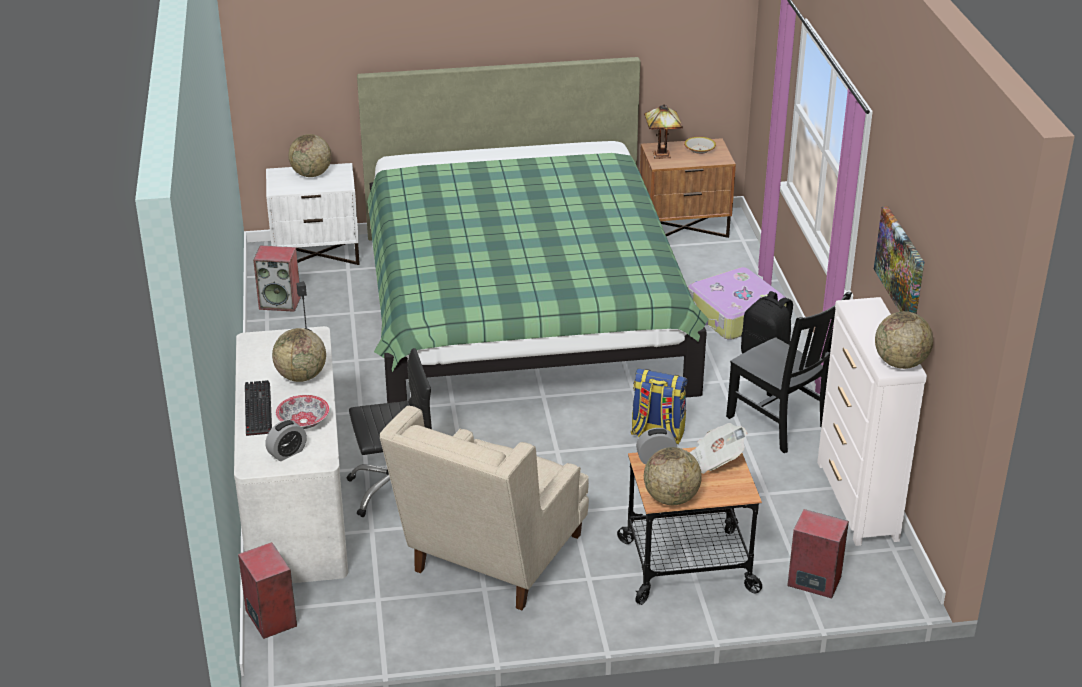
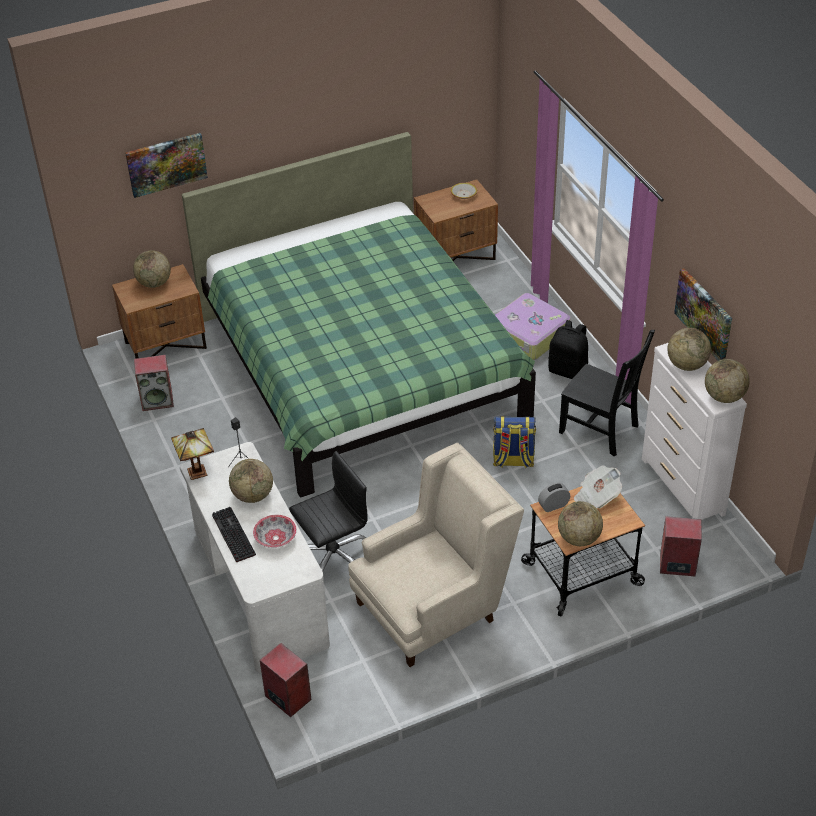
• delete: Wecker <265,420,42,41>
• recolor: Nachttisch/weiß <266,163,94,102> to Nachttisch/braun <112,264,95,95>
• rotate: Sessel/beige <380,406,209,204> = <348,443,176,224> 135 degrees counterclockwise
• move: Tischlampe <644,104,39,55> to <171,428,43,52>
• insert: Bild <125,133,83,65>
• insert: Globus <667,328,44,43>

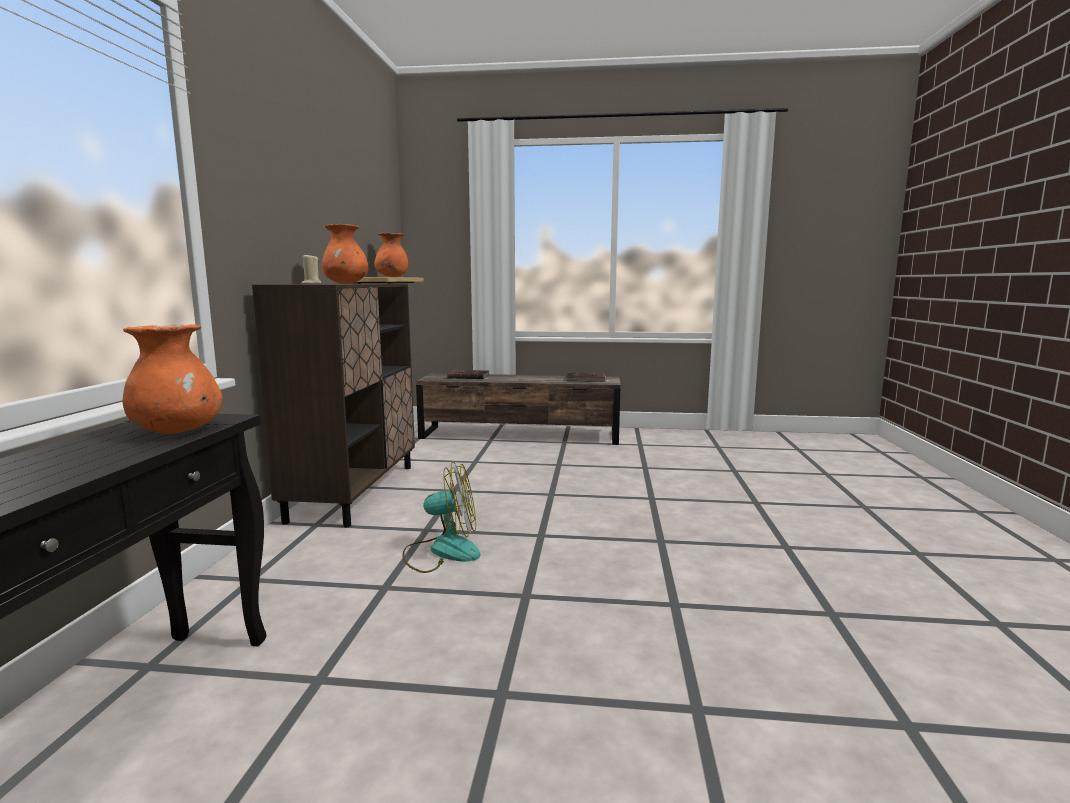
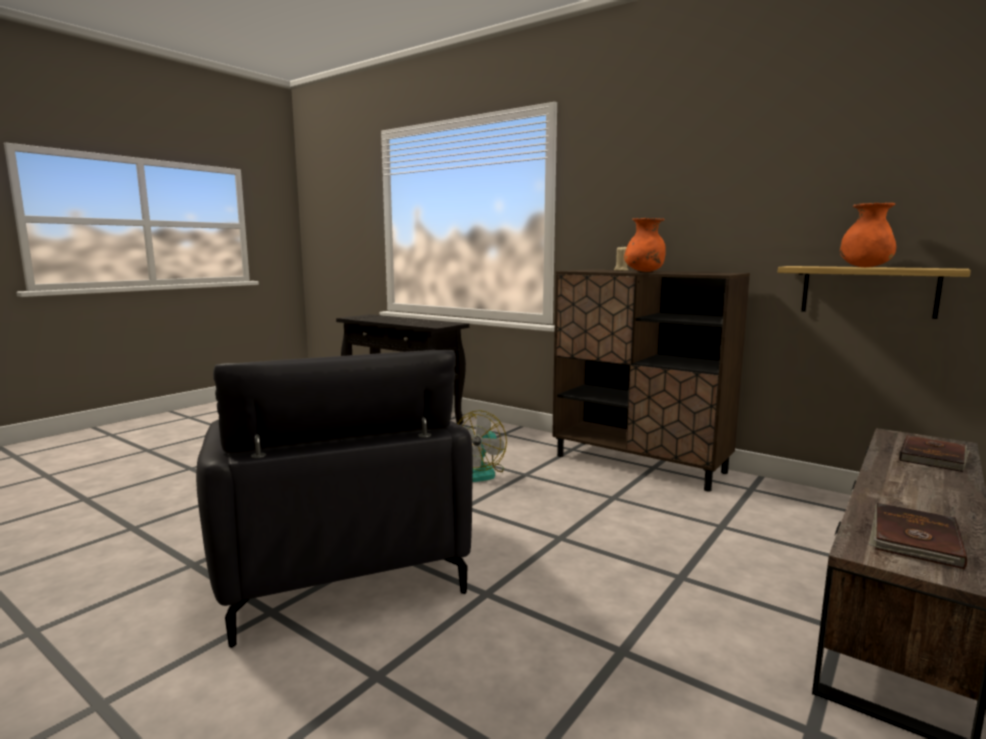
• delete: Vase/orange <123,324,100,110>
• insert: Sessel/schwarz <196,350,277,298>

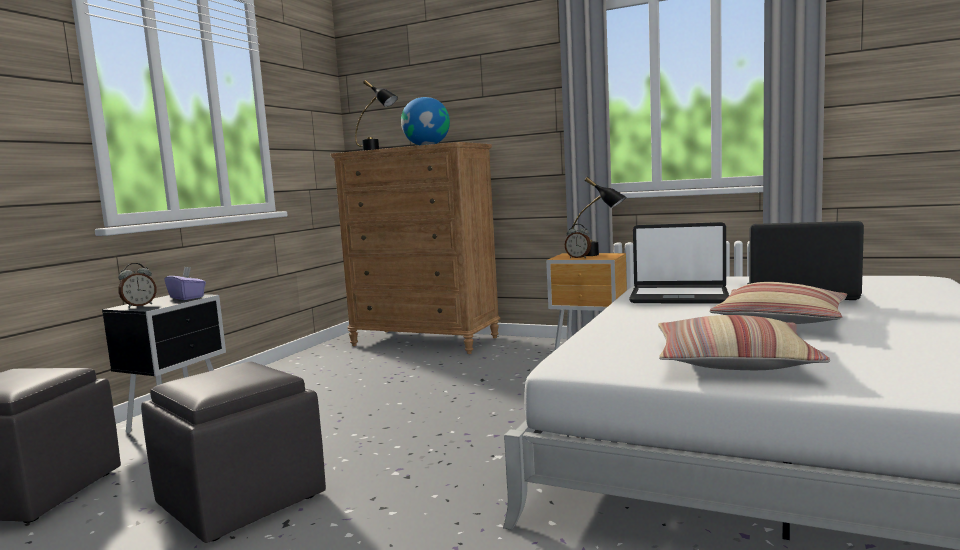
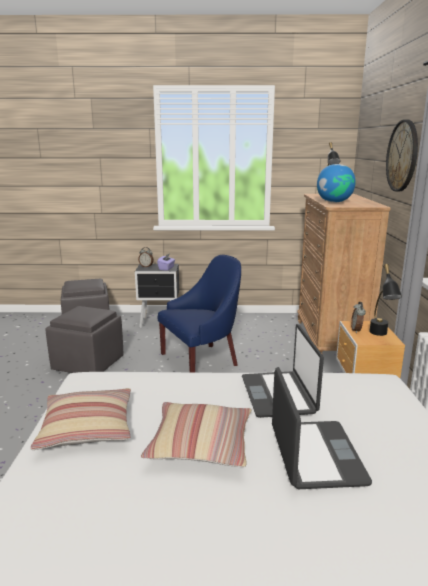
• insert: Sessel/blau <158,255,83,118>
• insert: Wanduhr <386,120,32,71>

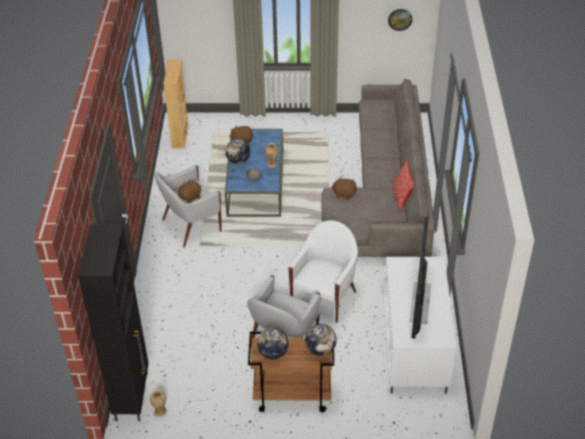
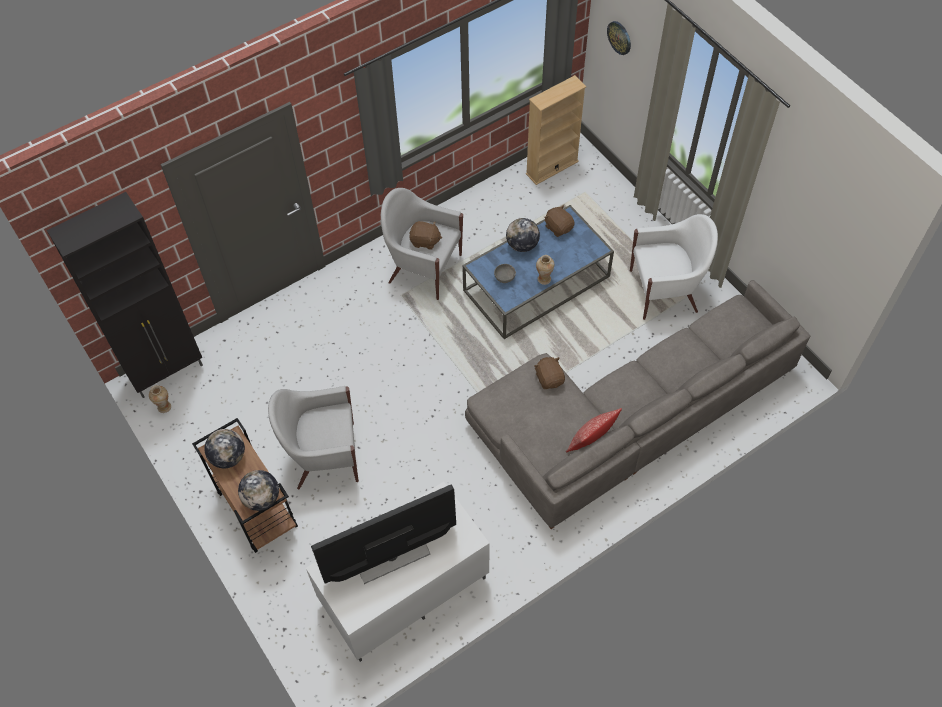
• move: Sessel/weiß <288,220,70,103> to <630,214,88,106>
• move: Wanduhr <388,9,24,22> to <607,21,24,34>

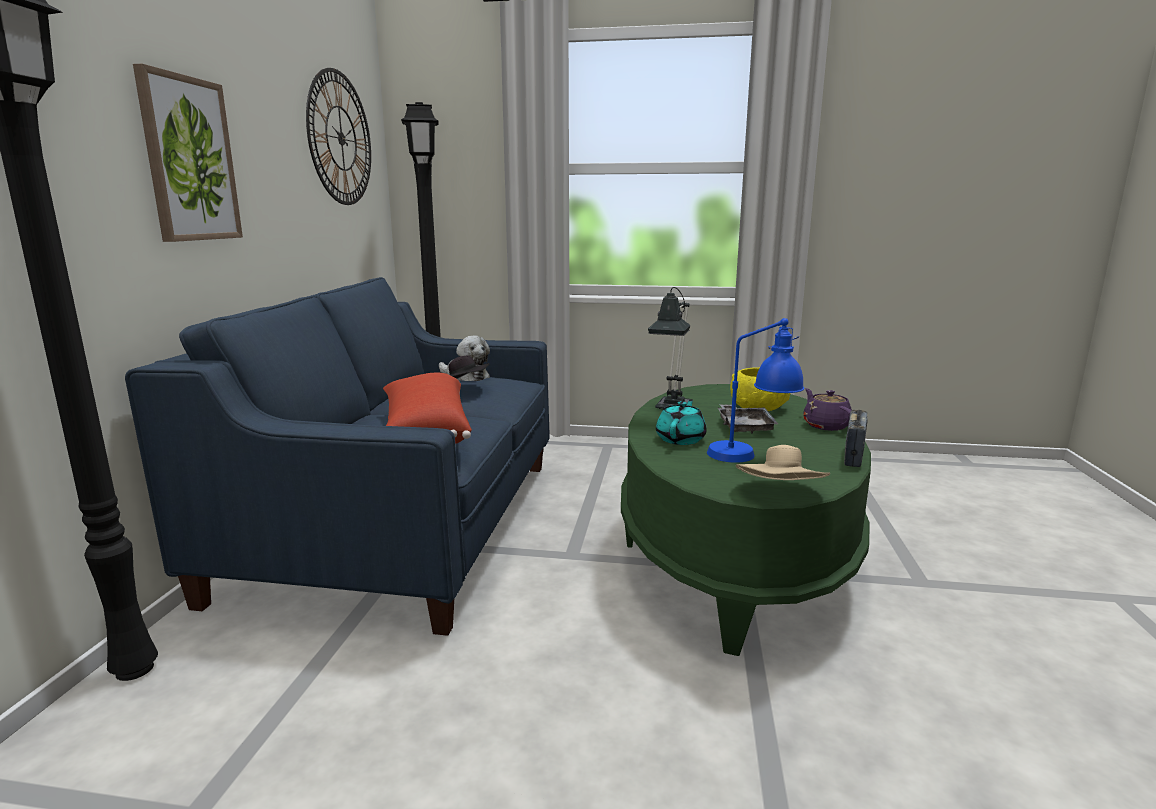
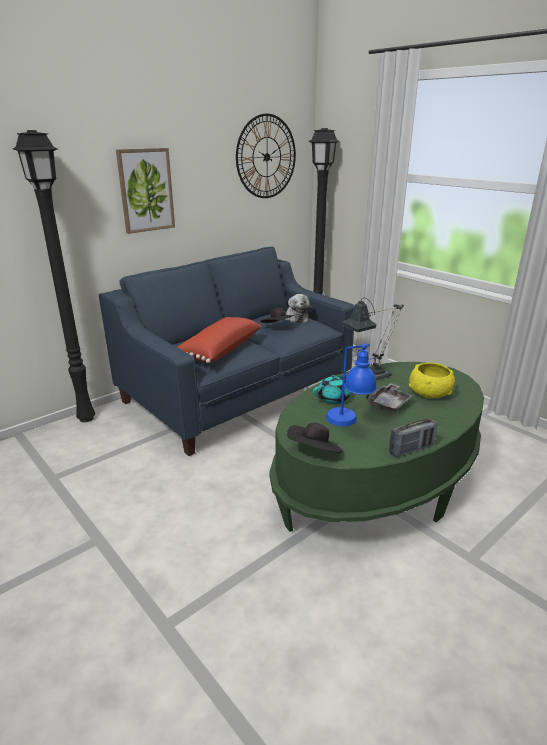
• recolor: Hut/beige <736,445,94,35> to Hut/schwarz <287,423,55,30>
• delete: Teekanne/lila <803,388,49,43>

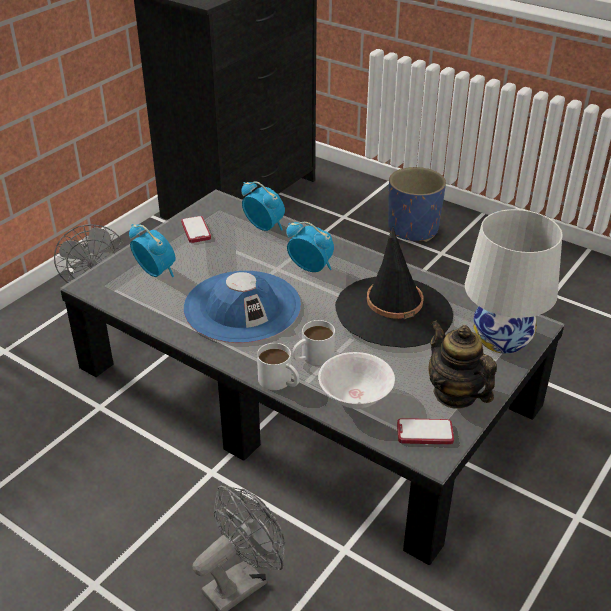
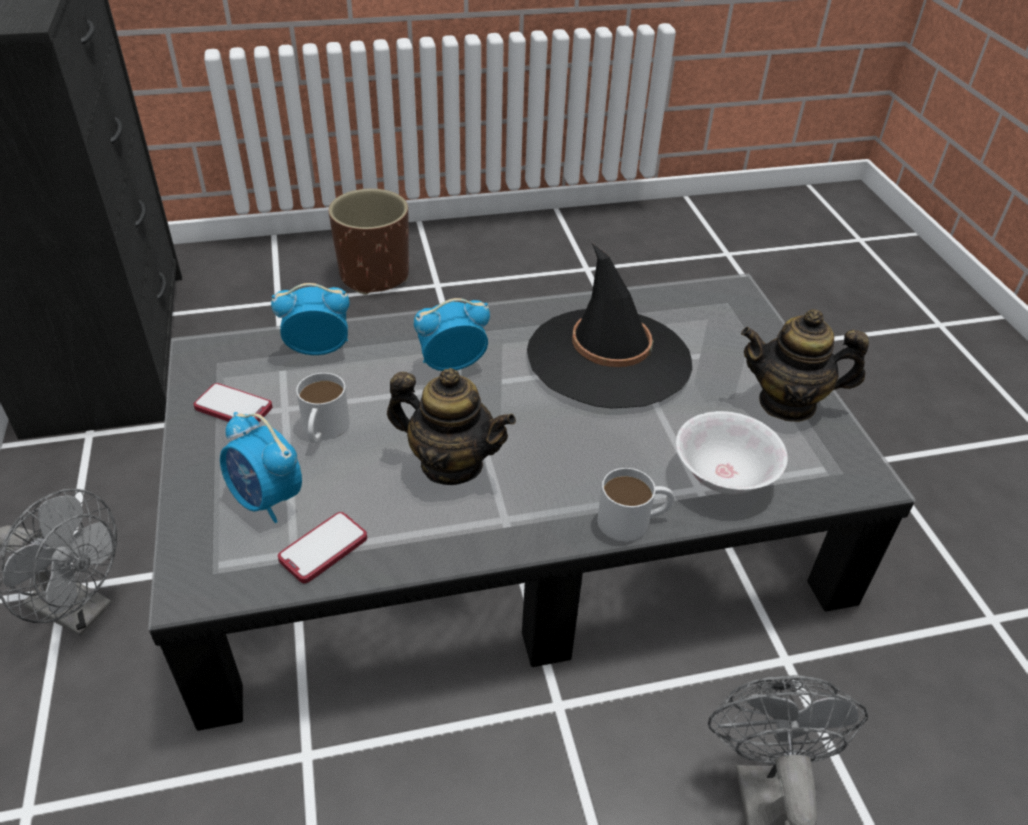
• rotate: Wecker <129,224,47,53> = <220,412,82,111> 135 degrees counterclockwise
• replace: Hut/blau <184,271,117,72> to Teekanne <387,368,129,117>
• move: Henkelbecher/weiß <292,320,43,46> to <296,373,54,70>
• recolor: Pflanzkübel/blau <388,167,58,75> to Pflanzkübel/braun <329,189,80,106>
• move: Handy <397,418,57,26> to <278,512,89,71>
• delete: Tischlampe/weiß <465,209,98,145>

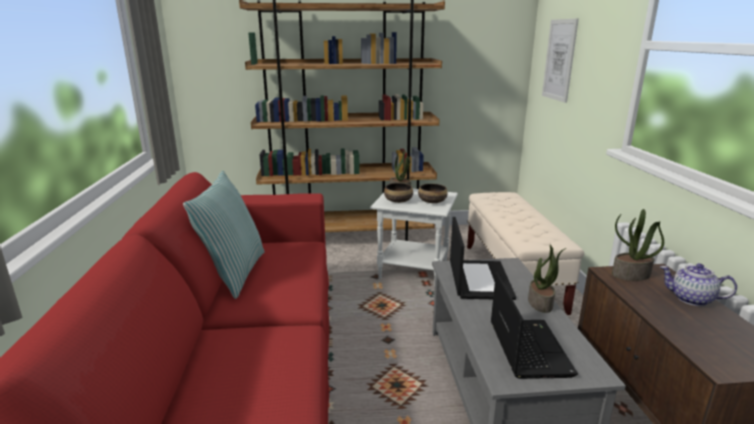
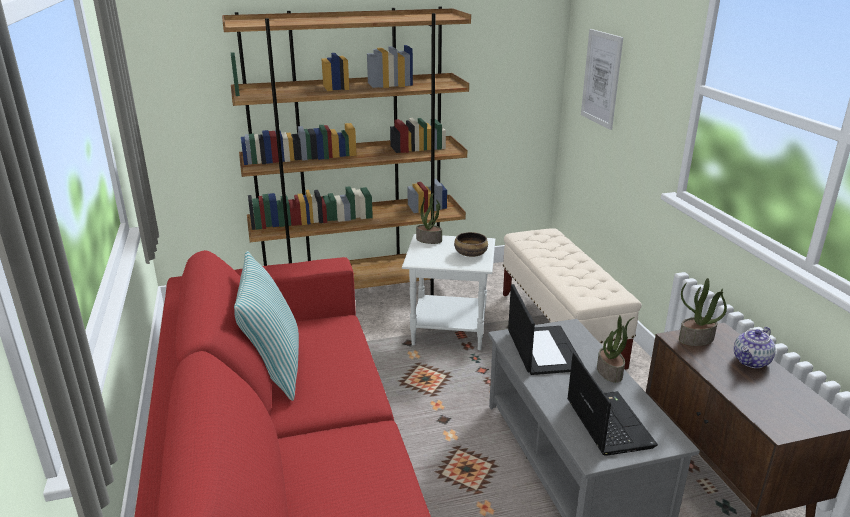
• delete: Schüssel <384,183,29,20>
• rotate: Teekanne <660,263,77,43> = <734,327,42,41> 60 degrees counterclockwise

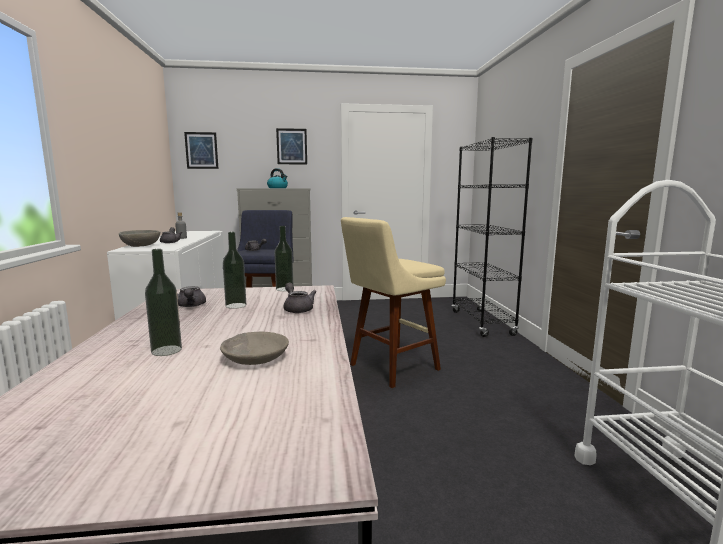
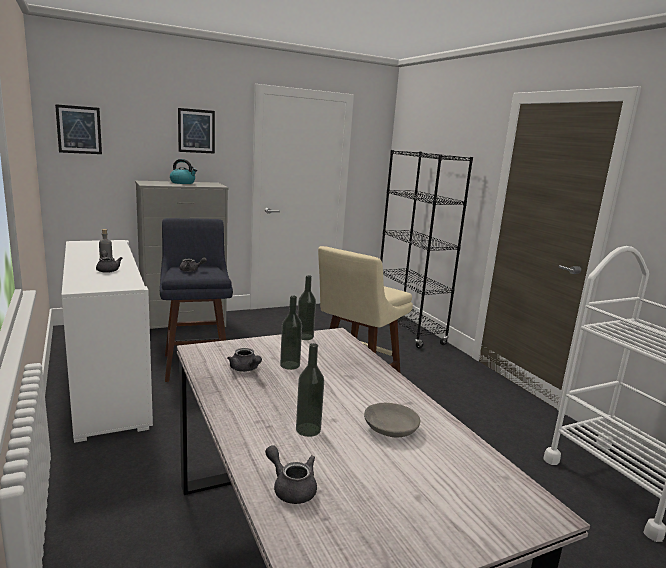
• delete: Schüssel/grau <119,230,41,17>
• move: Teekanne/grau <283,283,33,30> to <265,445,52,59>

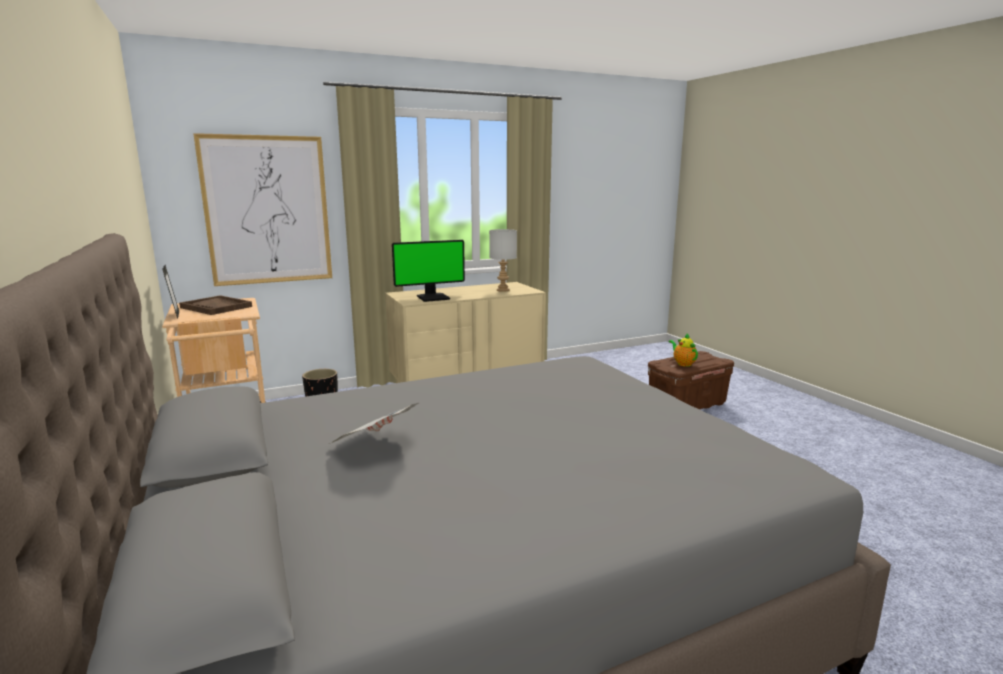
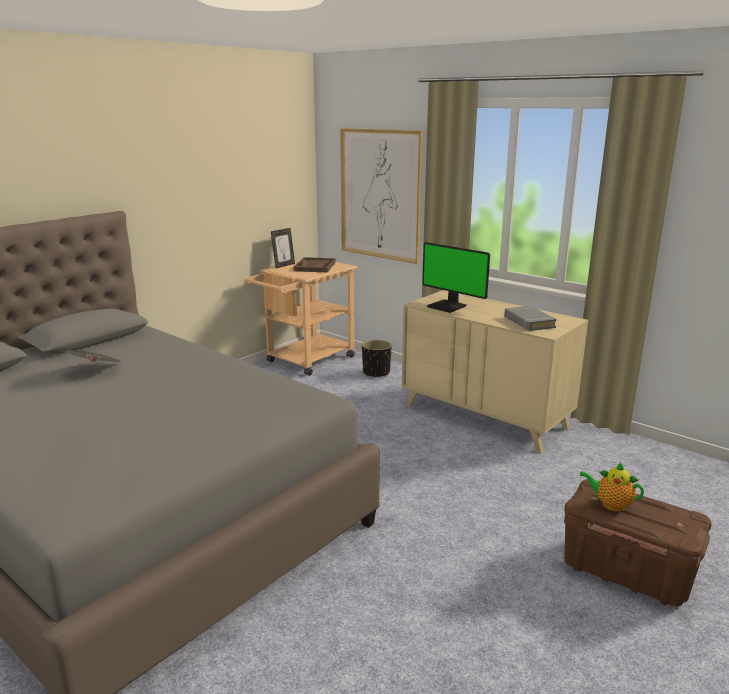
• replace: Tischlampe/grau <489,229,28,63> to Buch/grau <504,306,53,25>
• rotate: Teekanne <669,334,29,33> = <580,463,64,49> 105 degrees counterclockwise

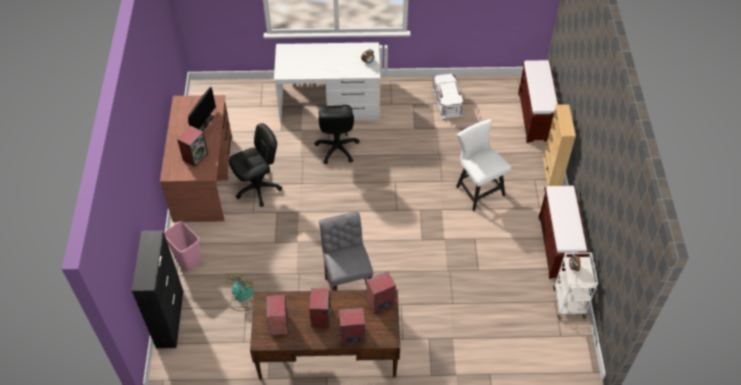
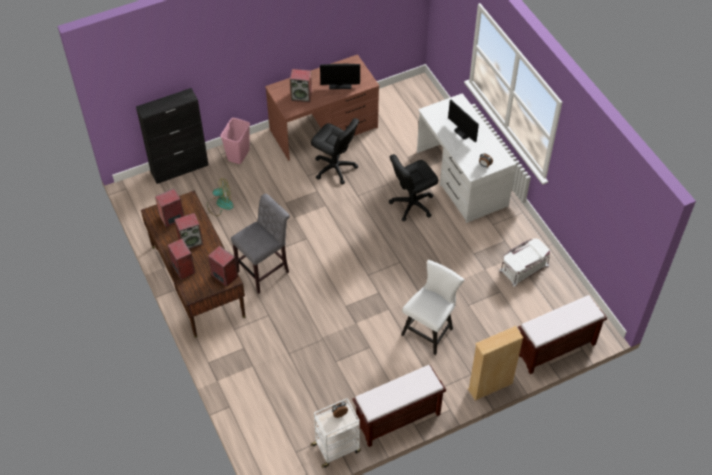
• insert: Monitor <448,100,31,42>

